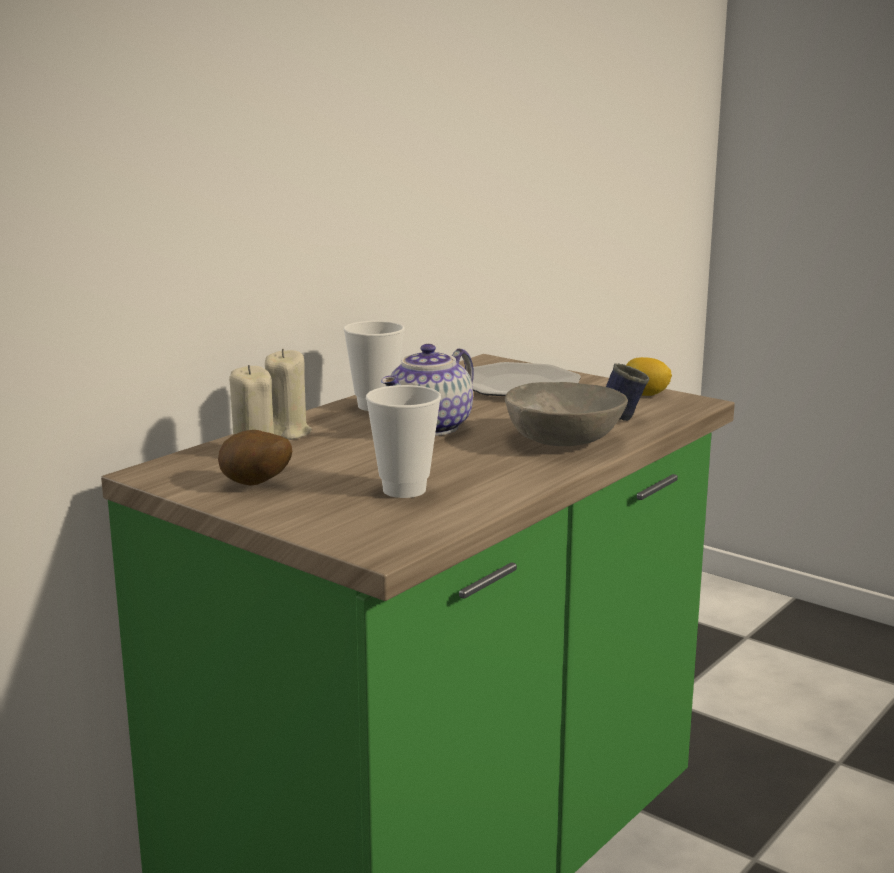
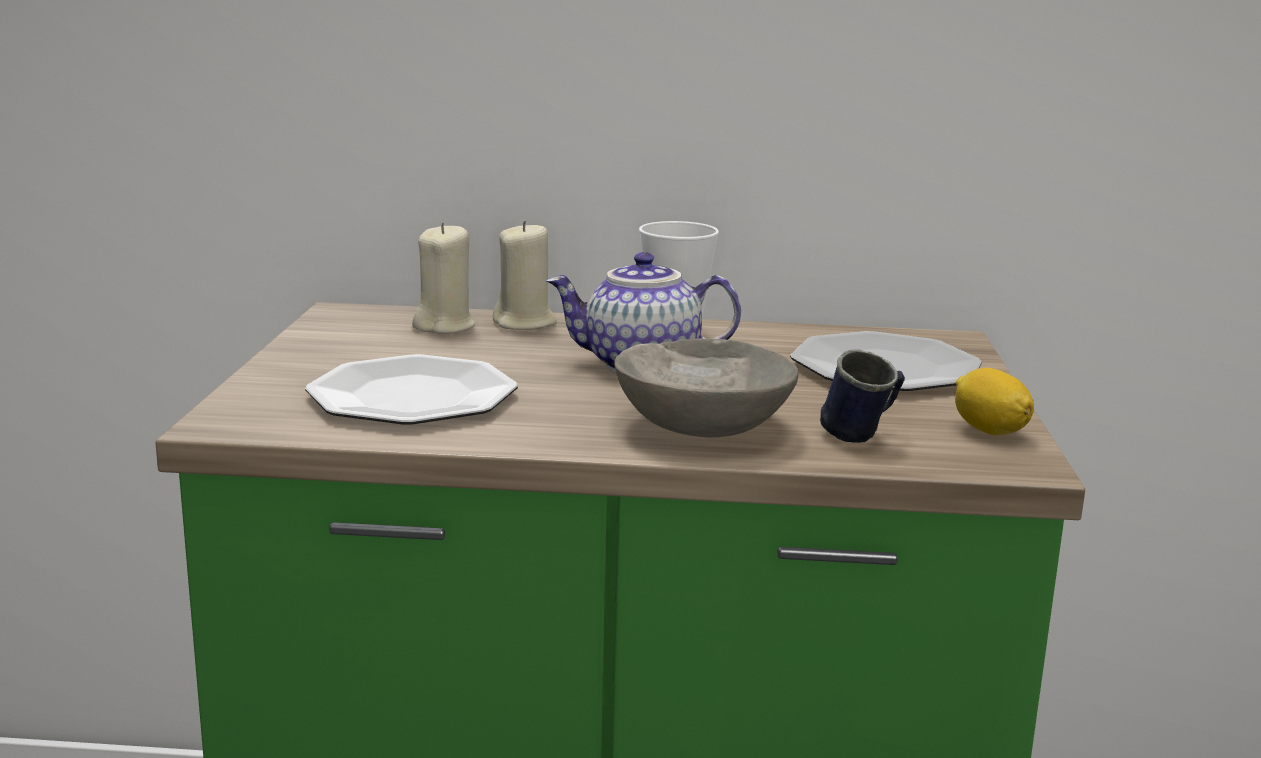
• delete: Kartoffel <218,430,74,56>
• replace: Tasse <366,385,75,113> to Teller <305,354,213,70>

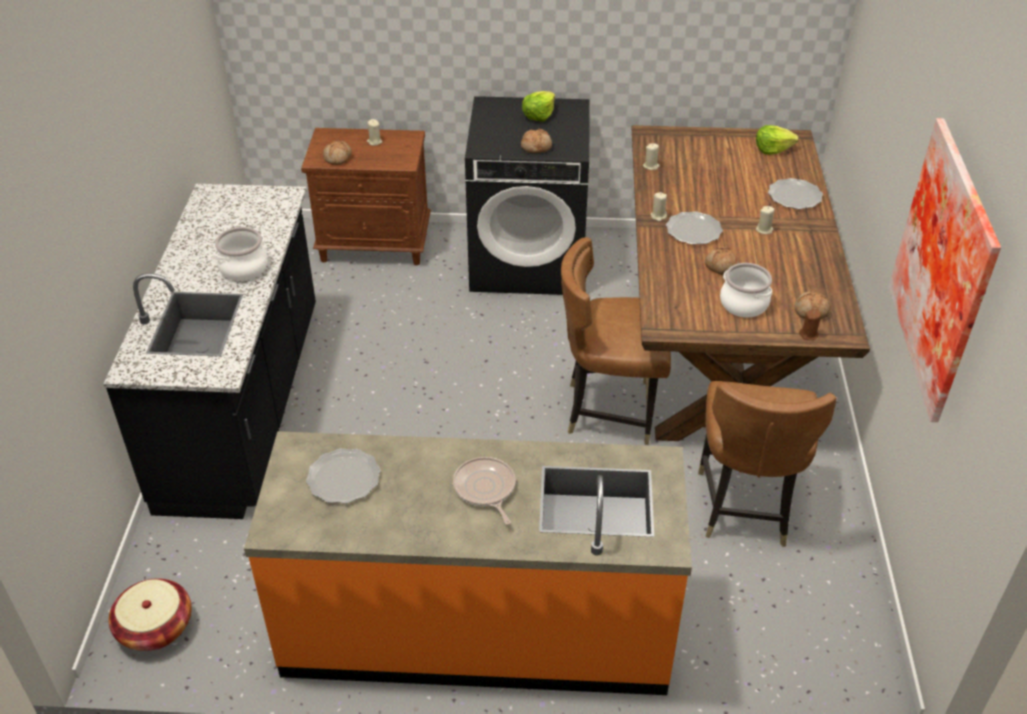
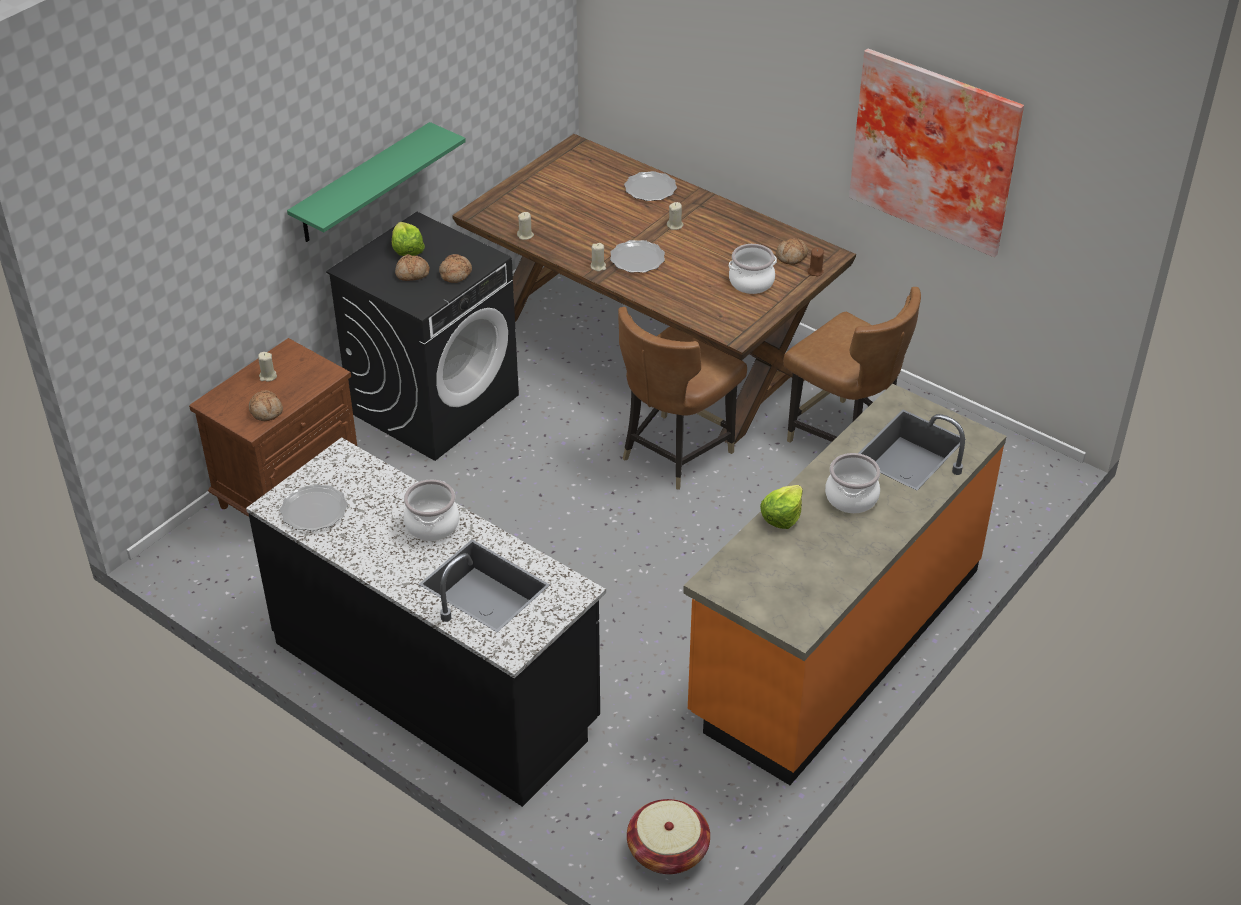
• move: Teller <306,448,75,56> to <280,484,68,47>
• replace: Pfanne <453,457,63,68> to Kochtopf <825,453,55,60>
• move: Brot <705,247,34,28> to <395,254,35,27>
• move: Salatkopf <756,125,43,30> to <760,485,43,44>
• insert: Wandregal/grün <287,122,179,120>

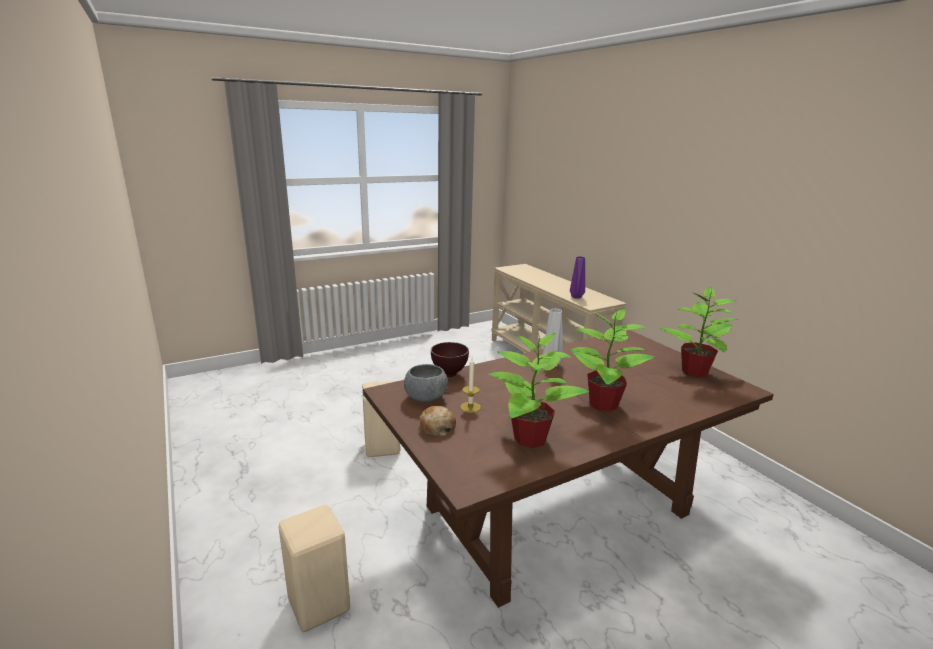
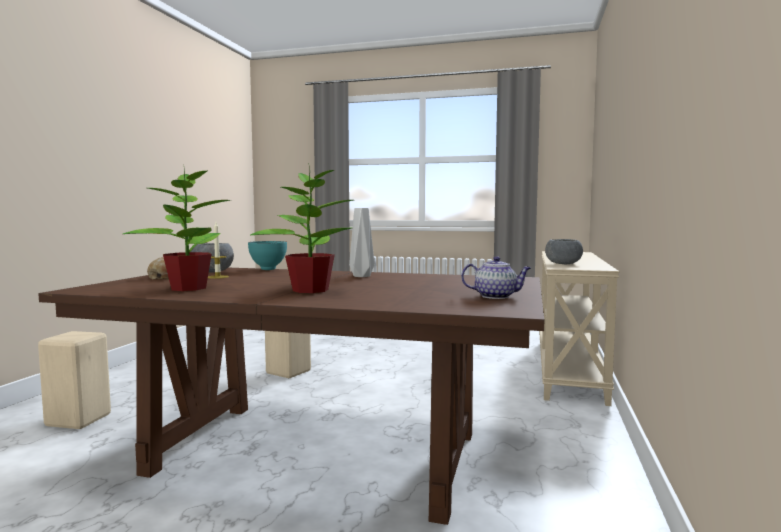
• recolor: Schüssel/braun <431,342,38,35> to Schüssel/türkis <248,241,39,29>
• replace: Vase/lila <570,256,15,43> to Schüssel/grau <545,239,38,25>
• replace: Topfpflanze <659,287,80,90> to Teekanne <461,256,70,43>

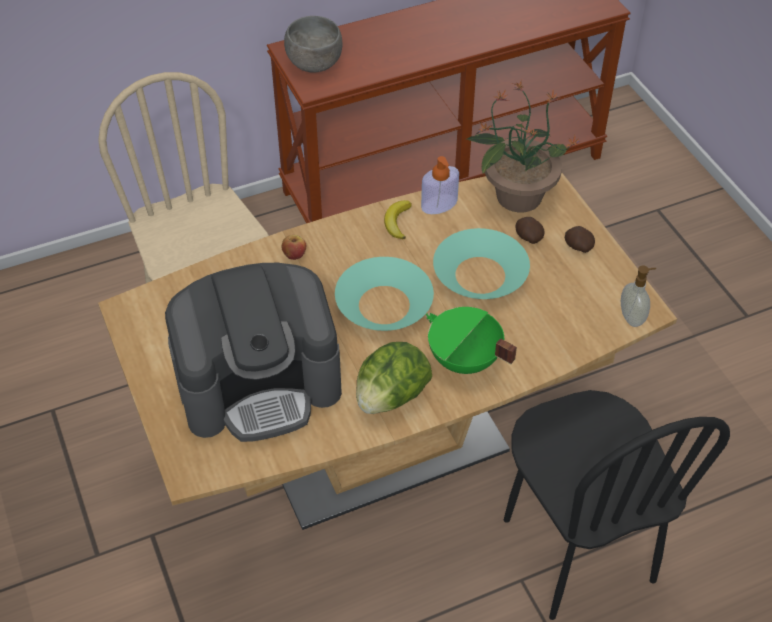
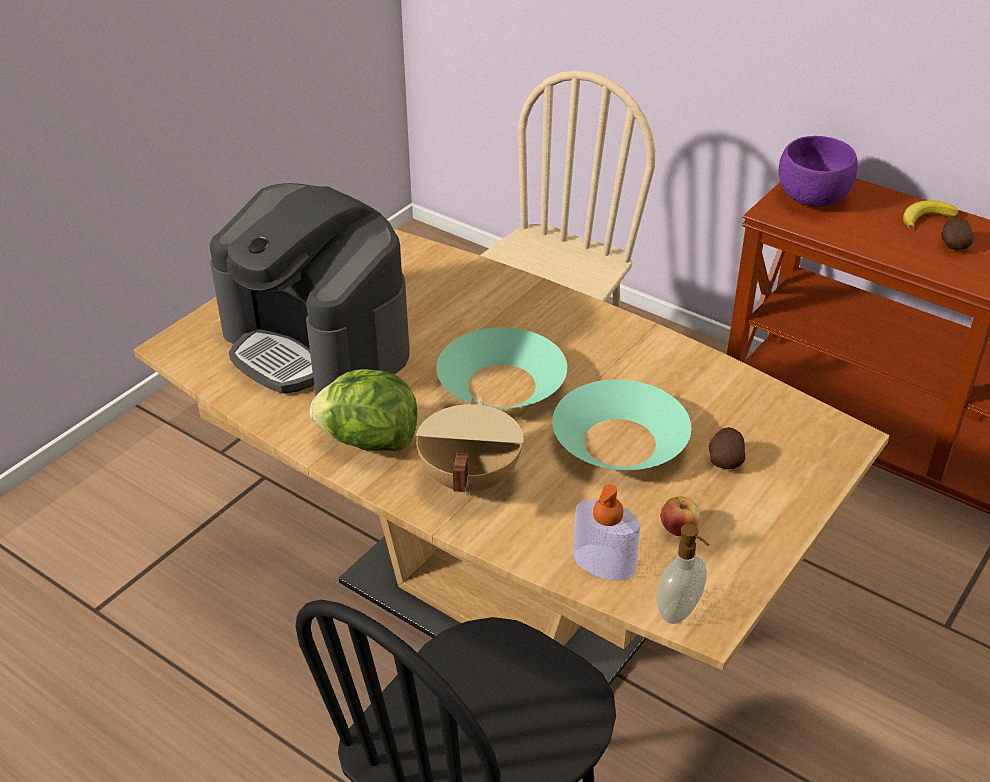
• move: Apfel <281,235,25,25> to <660,496,40,40>
• recolor: Schüssel/grau <284,16,58,57> to Schüssel/lila <779,136,79,71>
• move: Banane <384,200,28,39> to <903,200,56,30>
• move: Seifenspender <421,156,38,58> to <573,484,68,97>
• recolor: Kochtopf/grün <426,307,91,67> to Kochtopf/beige <416,396,108,100>
• delete: Topfpflanze <467,80,114,132>
• move: Kartoffel <565,226,30,27> to <941,218,32,32>

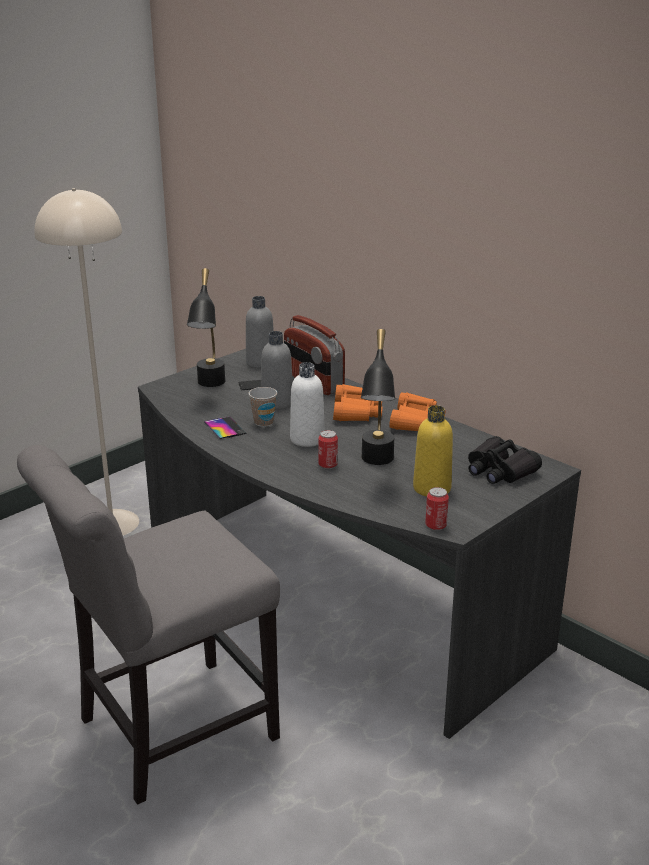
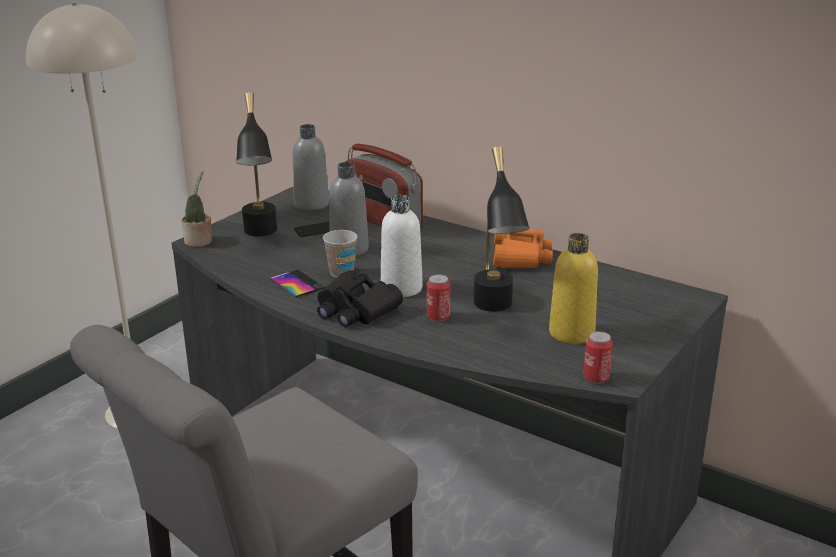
• delete: Fernglas/orange <333,384,50,37>
• move: Fernglas/schwarz <468,436,74,48> to <317,270,86,57>
• insert: Topfpflanze <182,171,30,76>

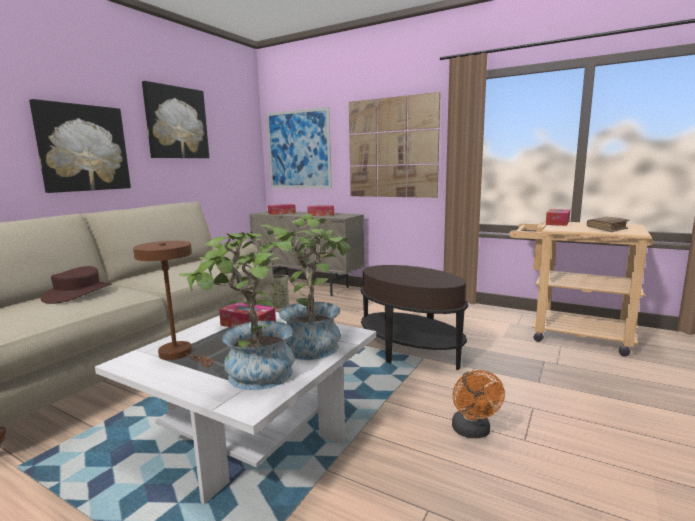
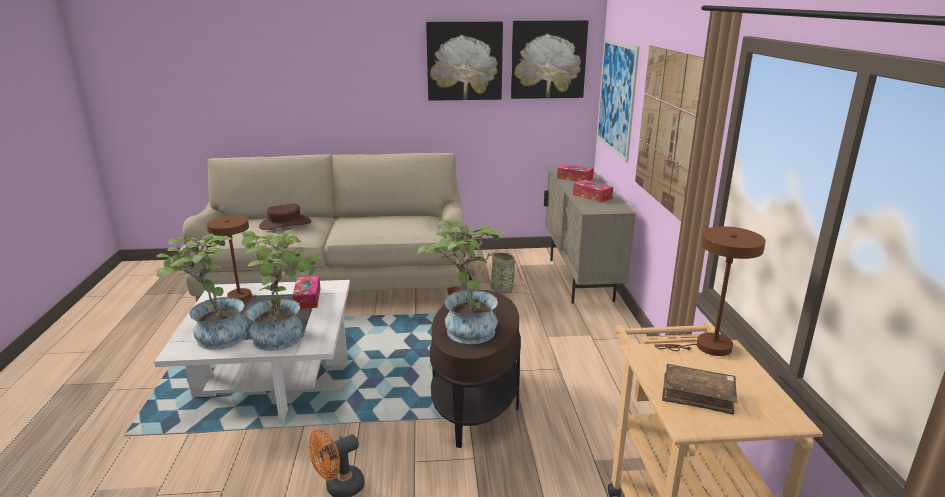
• move: Bild <29,99,102,94> to <511,20,77,79>
• replace: Taschentuchbox <546,209,24,17> to Tischlampe/braun <654,226,112,130>
• insert: Topfpflanze <417,220,88,124>

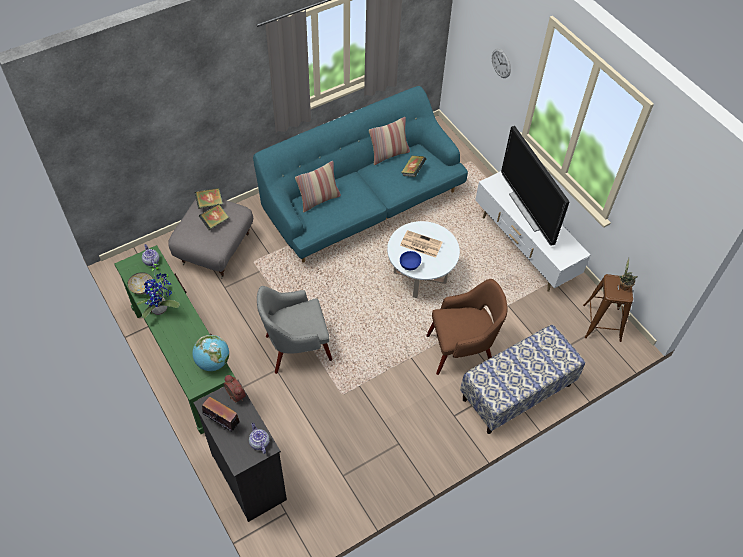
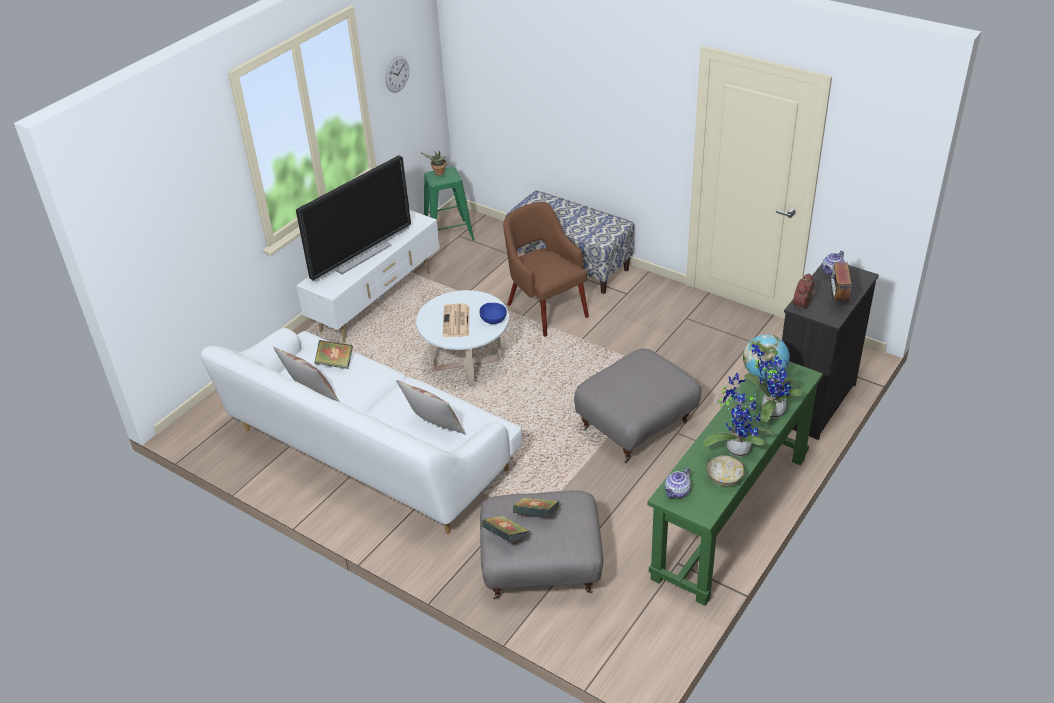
• recolor: Sofa/türkis <253,86,215,177> to Sofa/weiß <201,328,322,206>
• replace: Sessel/grau <257,286,75,88> to Polsterhocker/grau <574,348,128,115>
• move: Wanduhr <492,48,19,30> to <385,56,24,37>
• recolor: Hocker/braun <583,274,50,68> to Hocker/grün <424,167,51,74>
• insert: Topfpflanze <744,344,58,78>

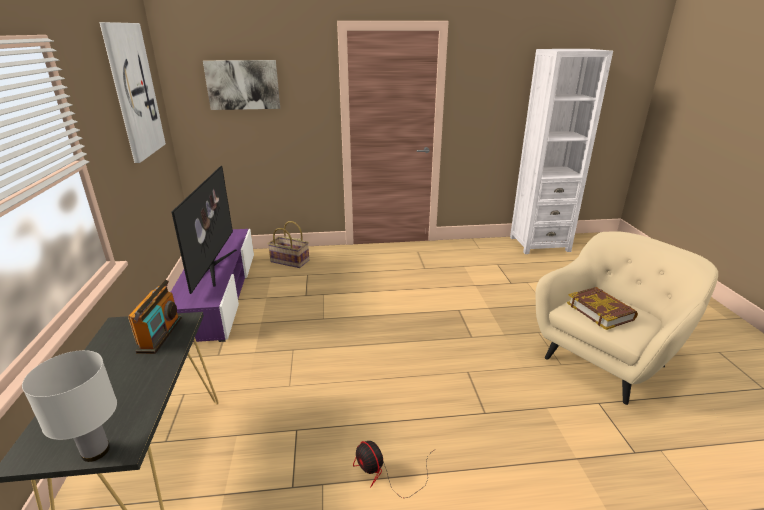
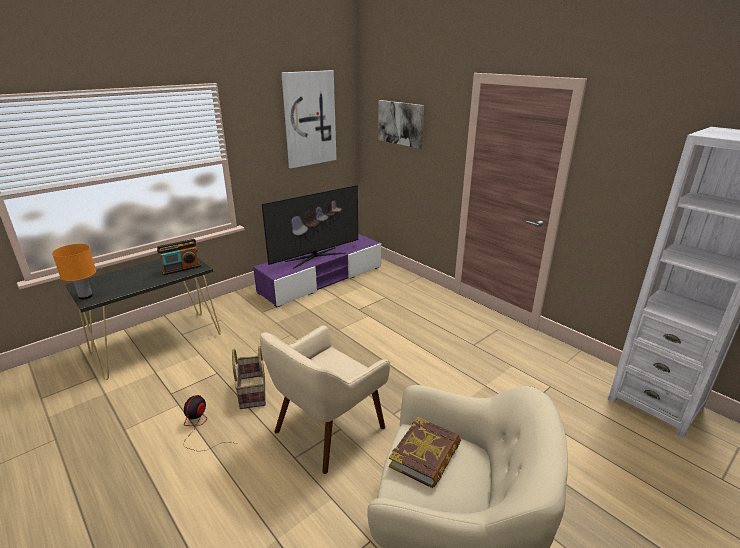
• recolor: Tischlampe/weiß <22,350,95,112> to Tischlampe/orange <52,244,44,56>
• move: Korb <268,221,41,47> to <232,345,34,64>
• insert: Sessel/beige <260,325,130,149>

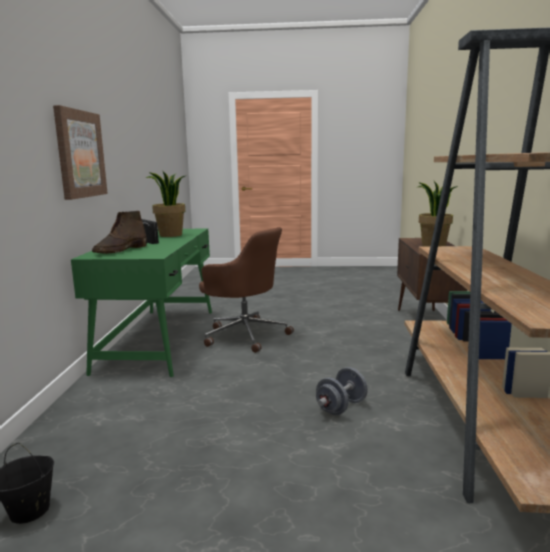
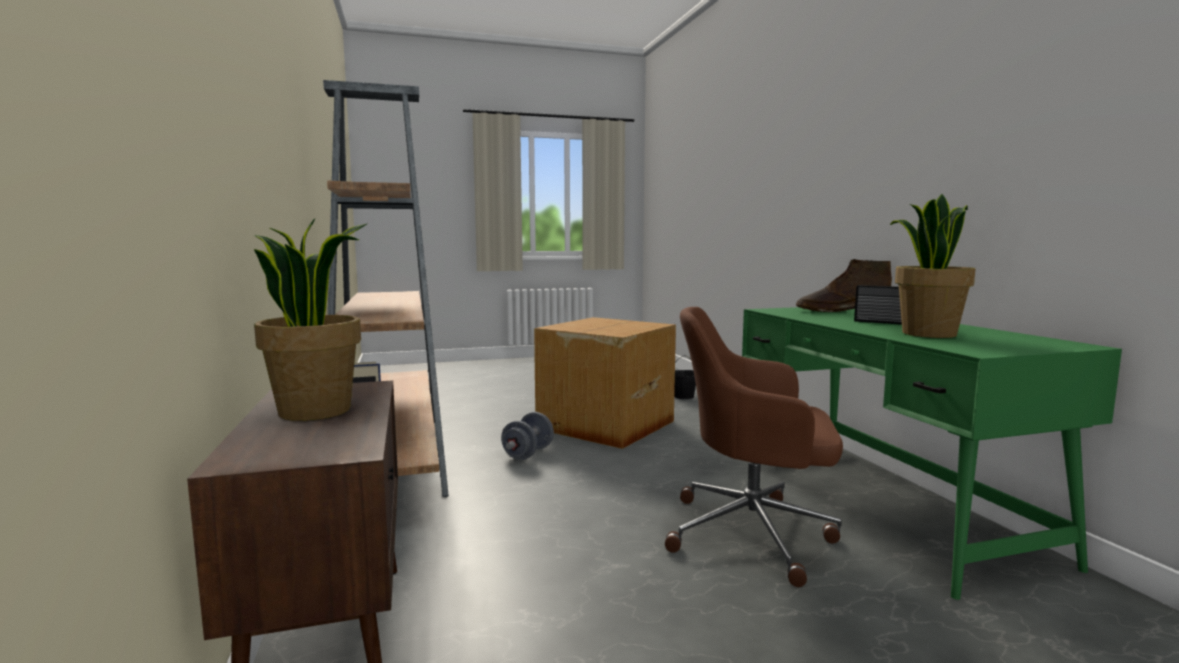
• delete: Bild <53,105,55,95>
• rotate: Stiefel/braun <92,211,55,43> = <796,259,96,53> 90 degrees counterclockwise
• insert: Karton <534,317,142,132>

